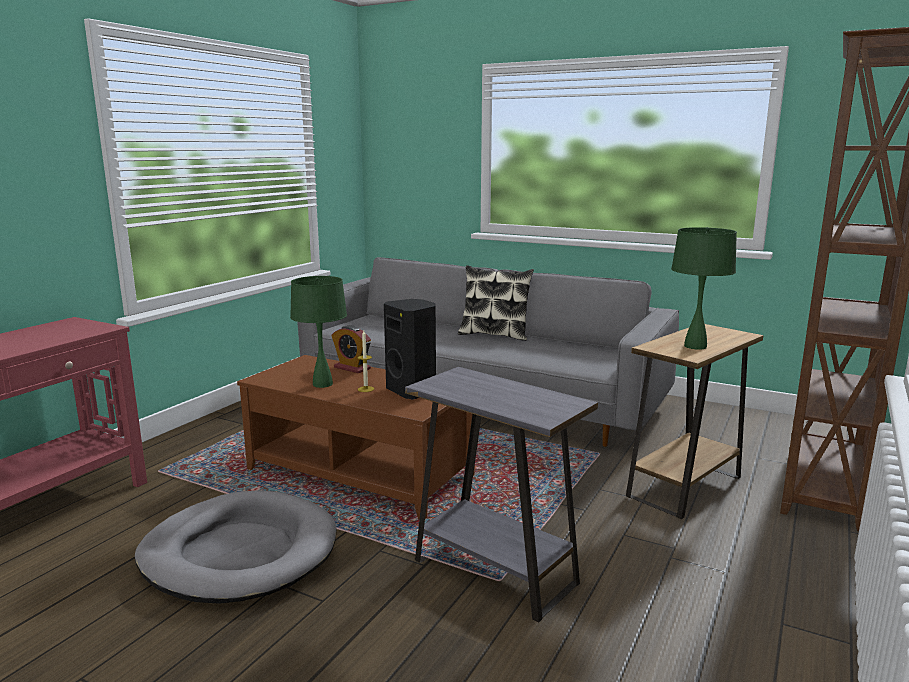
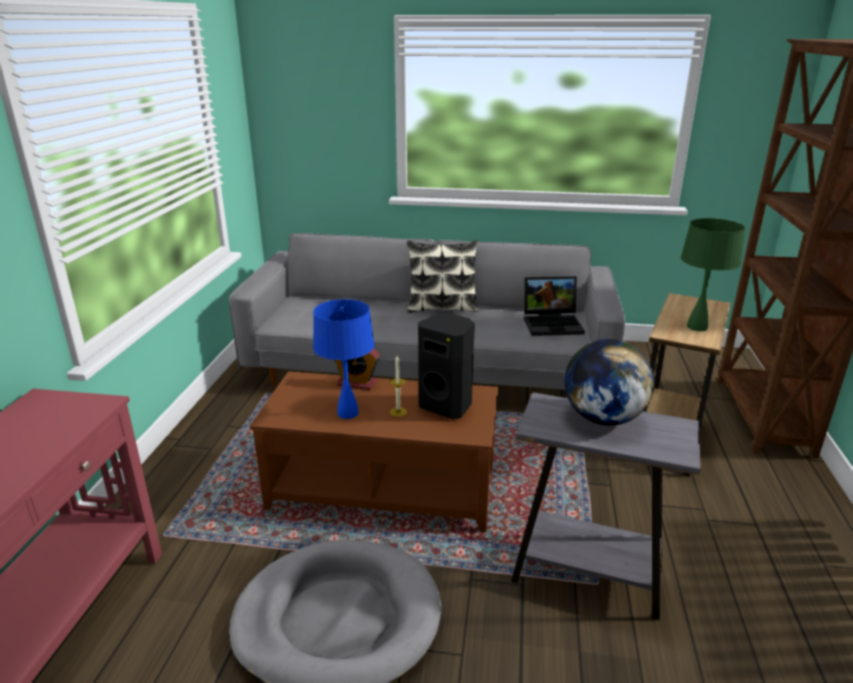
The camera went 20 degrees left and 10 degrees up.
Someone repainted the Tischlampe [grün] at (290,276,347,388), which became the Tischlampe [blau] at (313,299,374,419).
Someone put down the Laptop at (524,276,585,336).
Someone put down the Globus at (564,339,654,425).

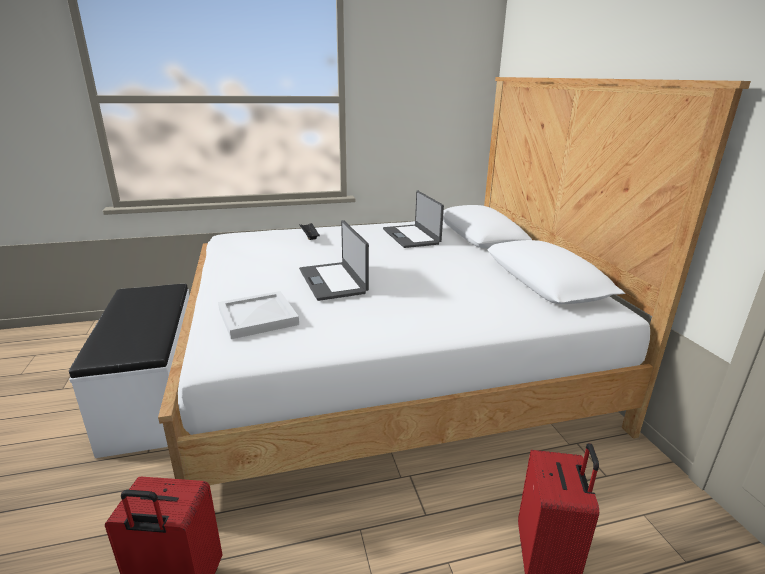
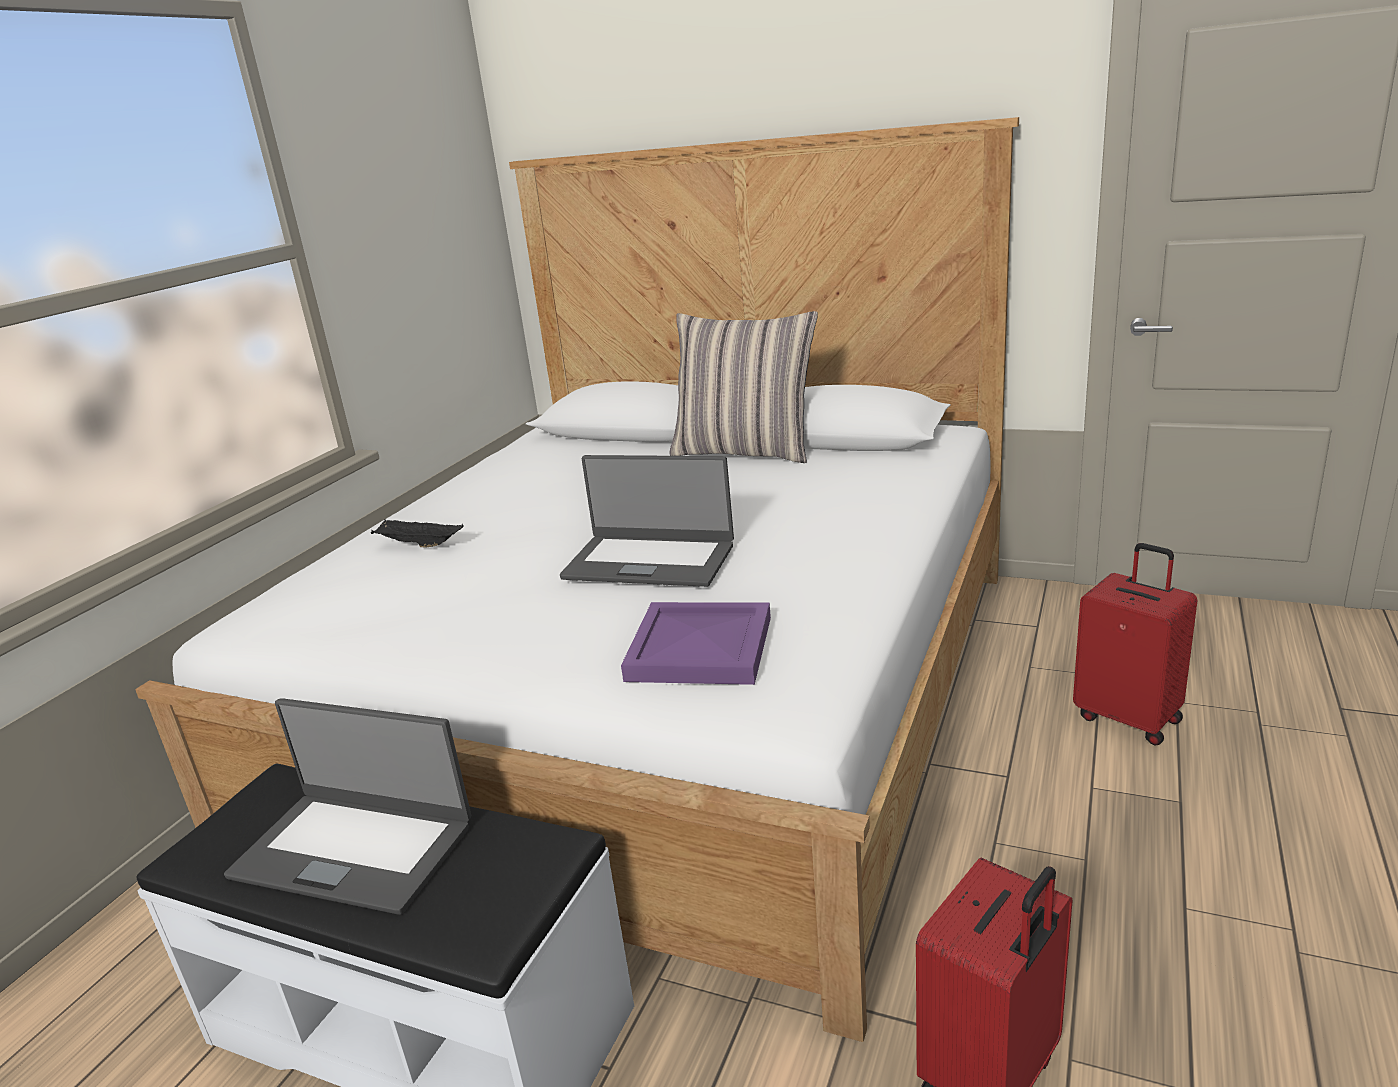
The camera went 50 degrees left and 0 degrees up.
Someone repainted the Tablett [weiß] at (218,291,299,339), which became the Tablett [lila] at (621,602,771,685).
Someone carried the Laptop from (383,191,444,248) to (224,698,471,915).
Someone put down the Kissen at (670,311,818,463).

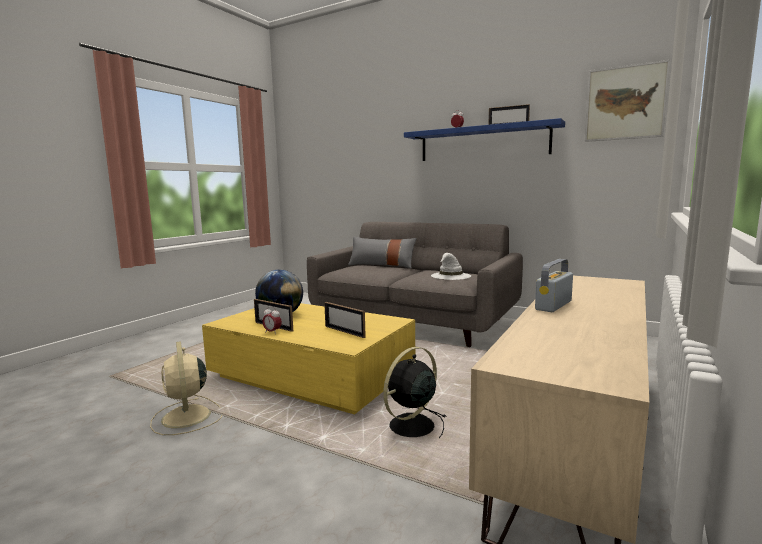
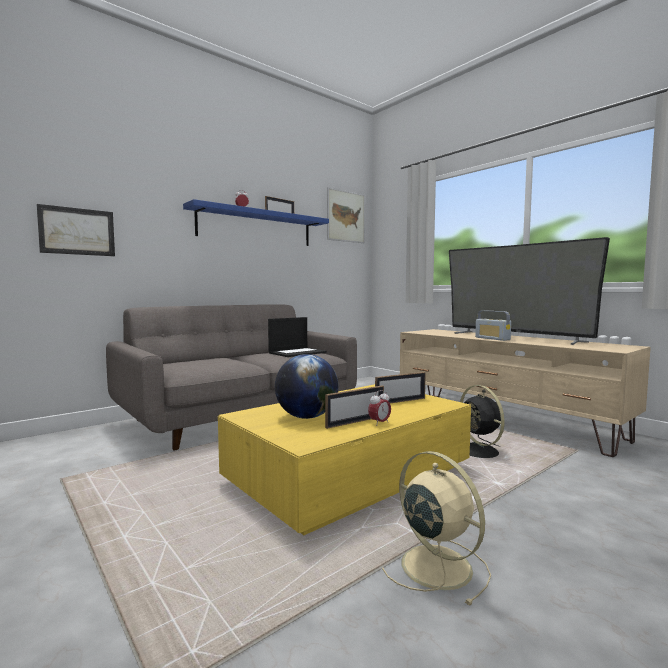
The camera went 70 degrees left and 5 degrees down.
Someone rotated the Ventilator [beige] at (150,341,222,435) by 120 degrees counterclockwise.
Someone took away the Kissen [grau] at (348,237,417,268).
Someone swapped the Hut [weiß] at (431,253,471,280) for the Laptop at (268,317,327,357).
Someone put up the Bild at (37,204,115,256).
Someone put down the Fernseher at (449,237,610,345).

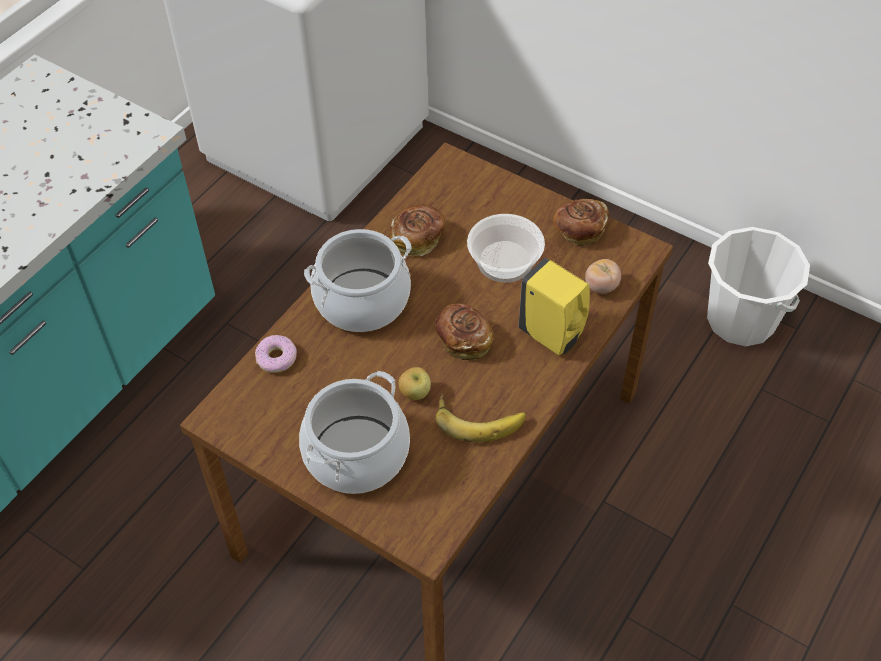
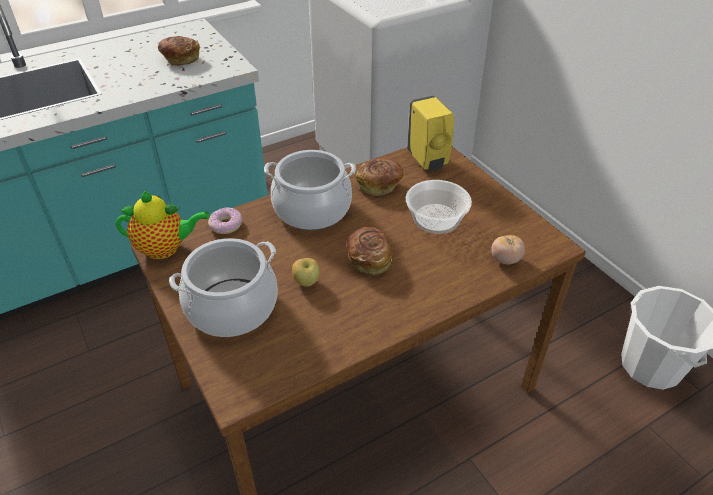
The camera went 25 degrees right and 10 degrees down.
Someone took away the Banane at (436,393,526,442).
Someone carried the Seifenspender [gelb] from (518,258,590,356) to (407,96,454,171).
Someone carried the Brot from (553,199,609,247) to (158,36,200,66).
Someone put down the Teekanne at (116,190,210,259).

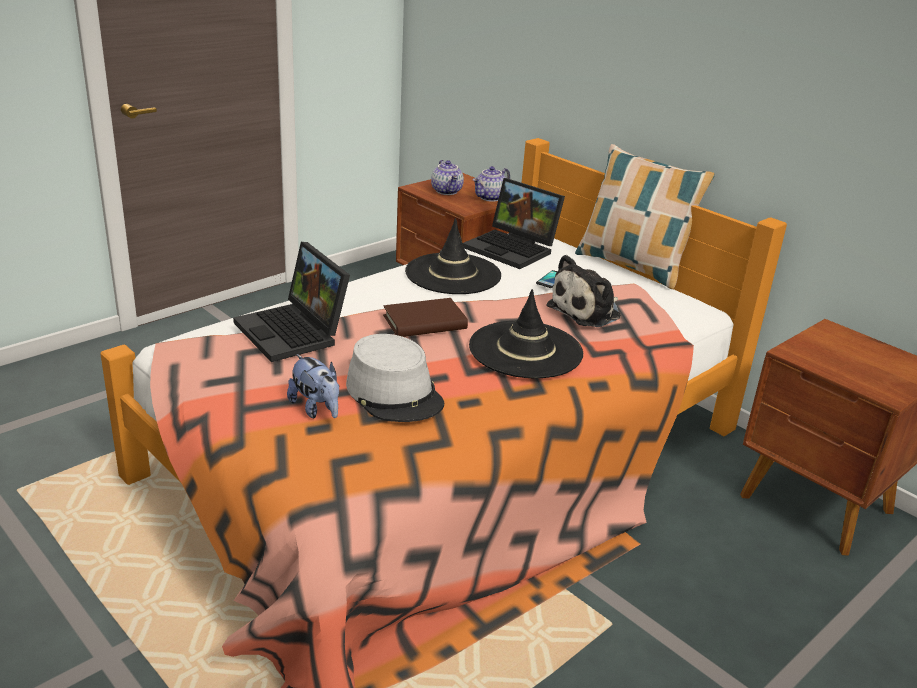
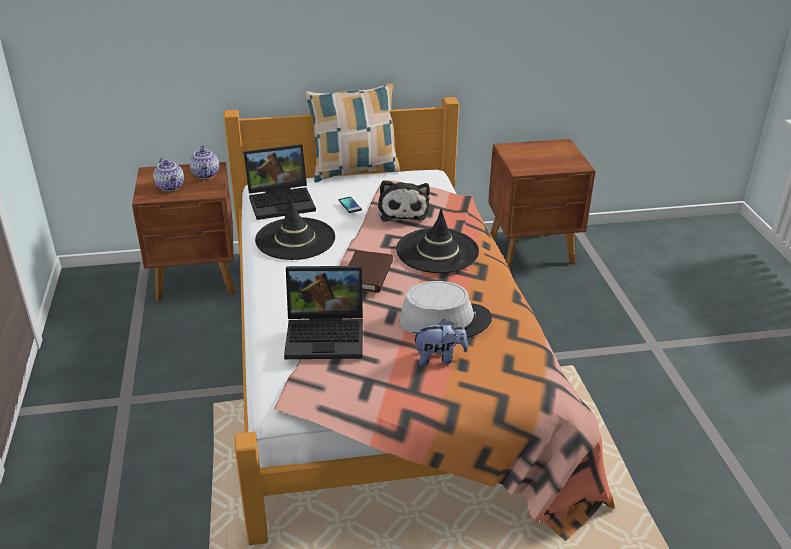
The camera went 55 degrees left and 5 degrees up.
Someone rotated the Teekanne at (431,160,464,195) by 45 degrees clockwise.

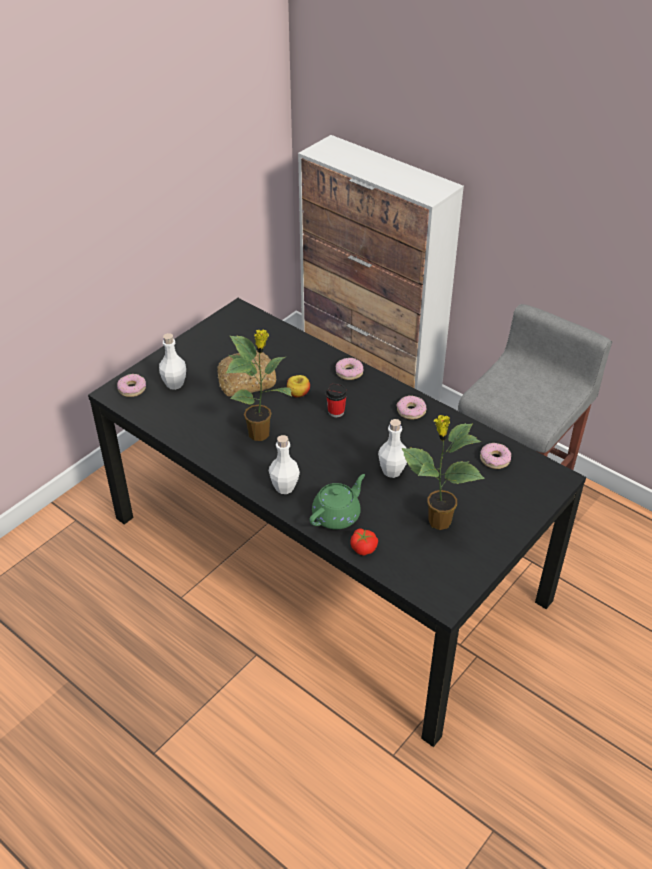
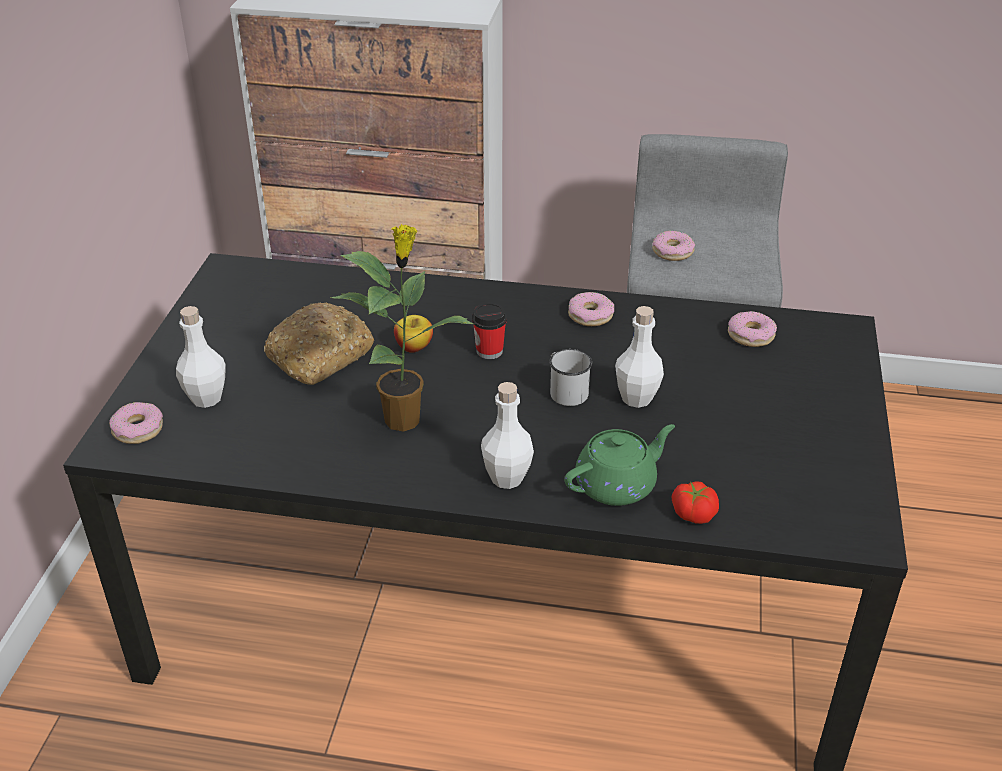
The camera went 30 degrees left and 5 degrees down.
Someone rotated the Teekanne [grün] at (309,474,365,530) by 45 degrees clockwise.
Someone carried the Donut from (336,358,363,380) to (652,231,695,261).
Someone took away the Topfpflanze at (402,415,485,530).
Someone put down the Henkelbecher [weiß] at (550,349,592,406).

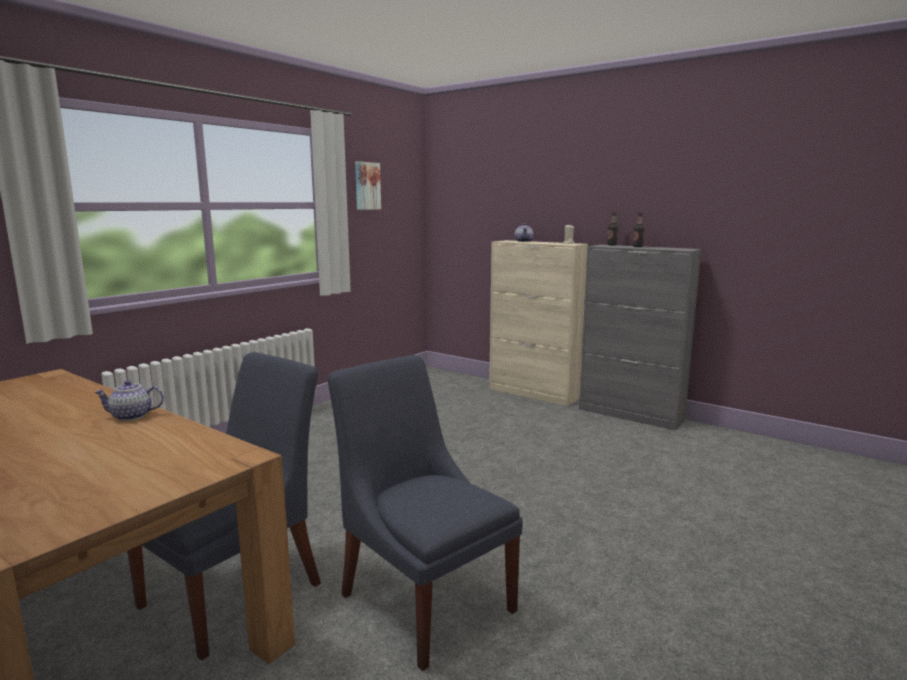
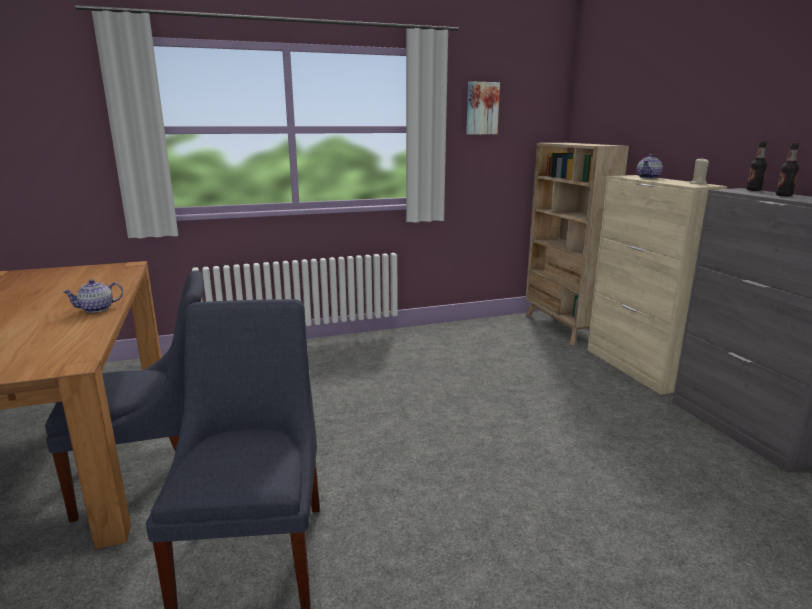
The camera went 35 degrees right and 5 degrees up.
Someone rotated the Teekanne at (94,380,164,421) by 60 degrees counterclockwise.
Someone put down the Bücherregal [beige] at (525,143,629,345).

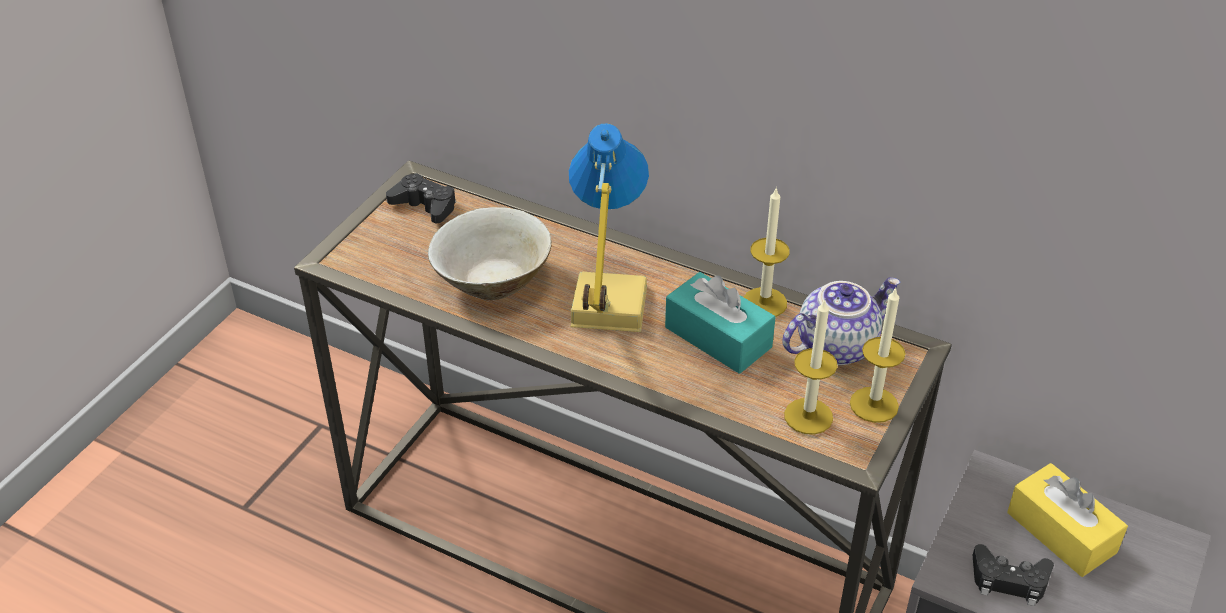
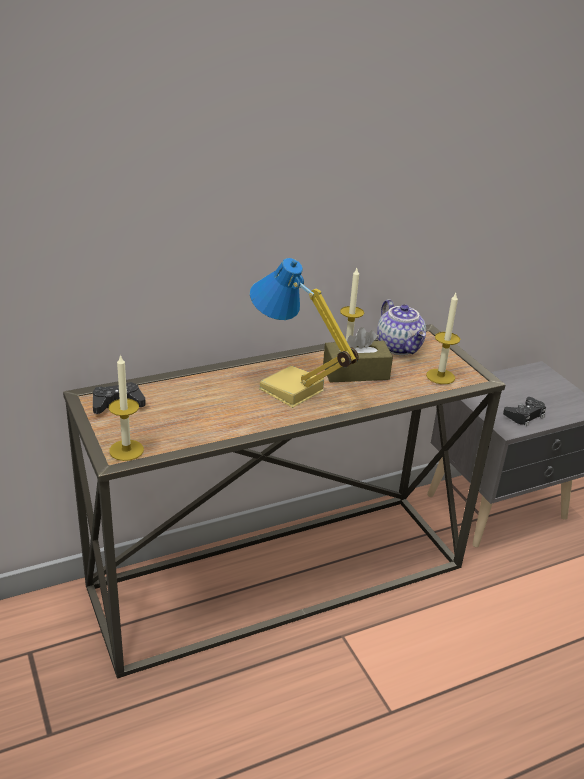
The camera went 55 degrees left and 10 degrees down.
Someone took away the Schüssel [beige] at (428,207,552,300).
Someone repainted the Taschentuchbox [türkis] at (665,272,776,374), which became the Taschentuchbox [braun] at (323,327,393,383).
Someone rotated the Teekanne at (783,277,901,365) by 150 degrees clockwise.
Someone carried the Kerze from (850,287,906,423) to (109,354,144,461).
Someone took away the Taschentuchbox [gelb] at (1007,463,1128,577).

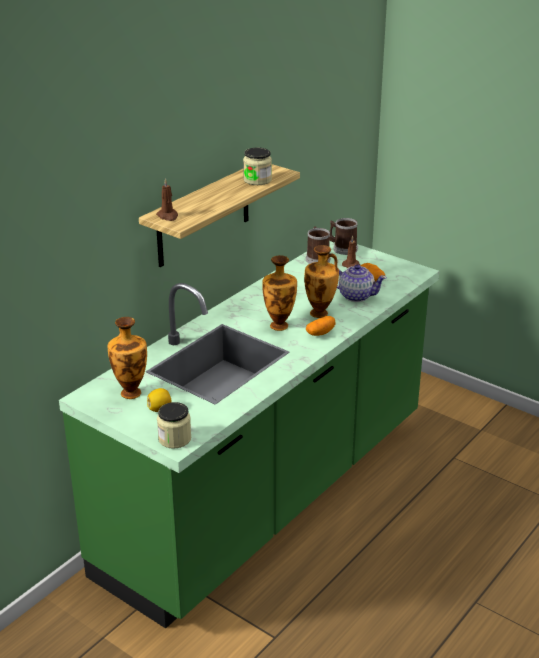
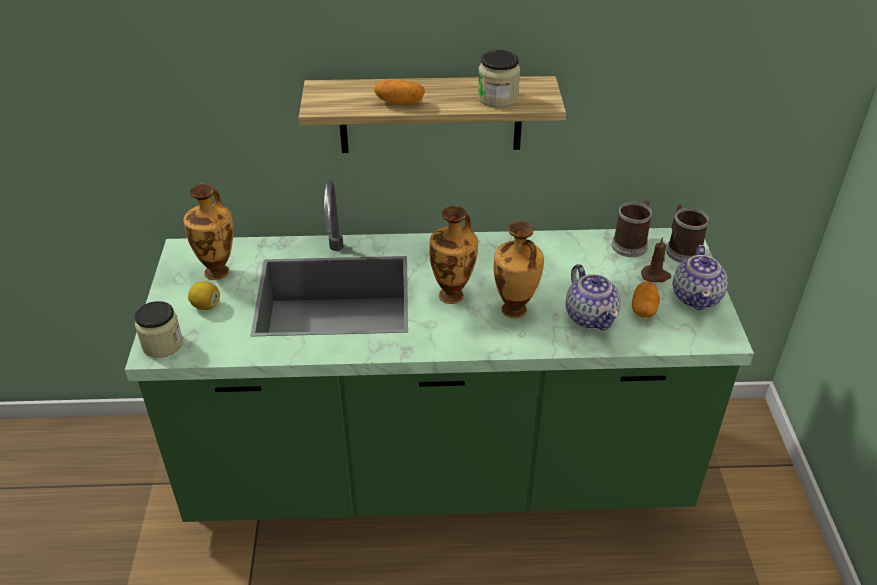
The camera went 50 degrees right and 10 degrees up.
Someone took away the Kerze [braun] at (156,178,178,221).
Someone carried the Kartoffel from (306,316,336,336) to (374,80,425,105).
Someone put down the Teekanne at (673,245,728,311).

